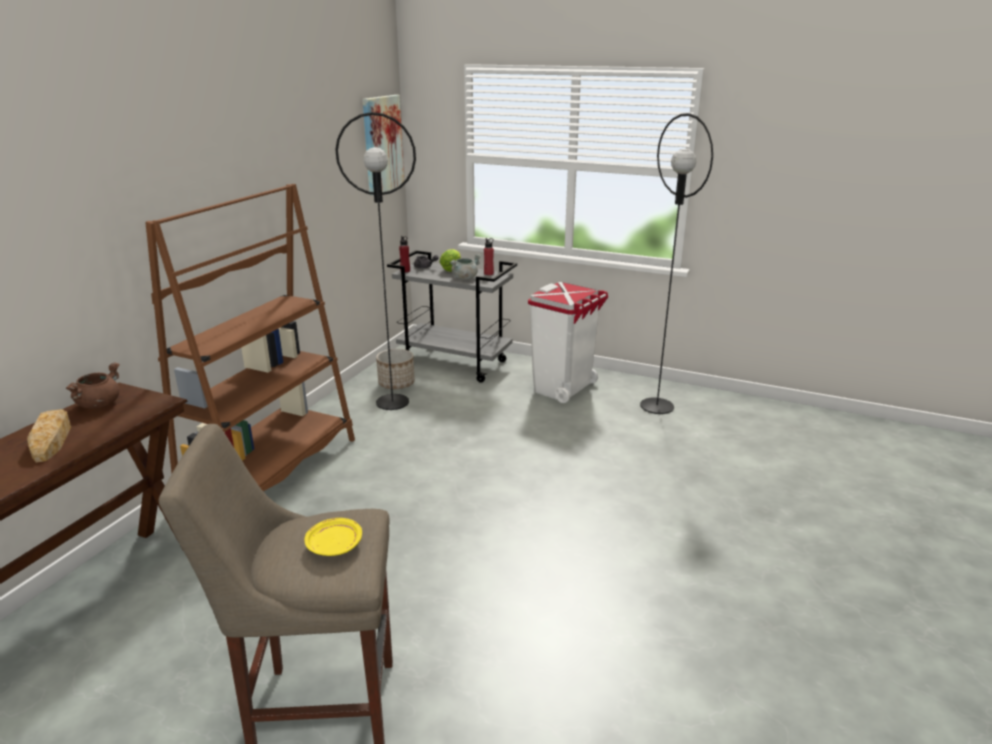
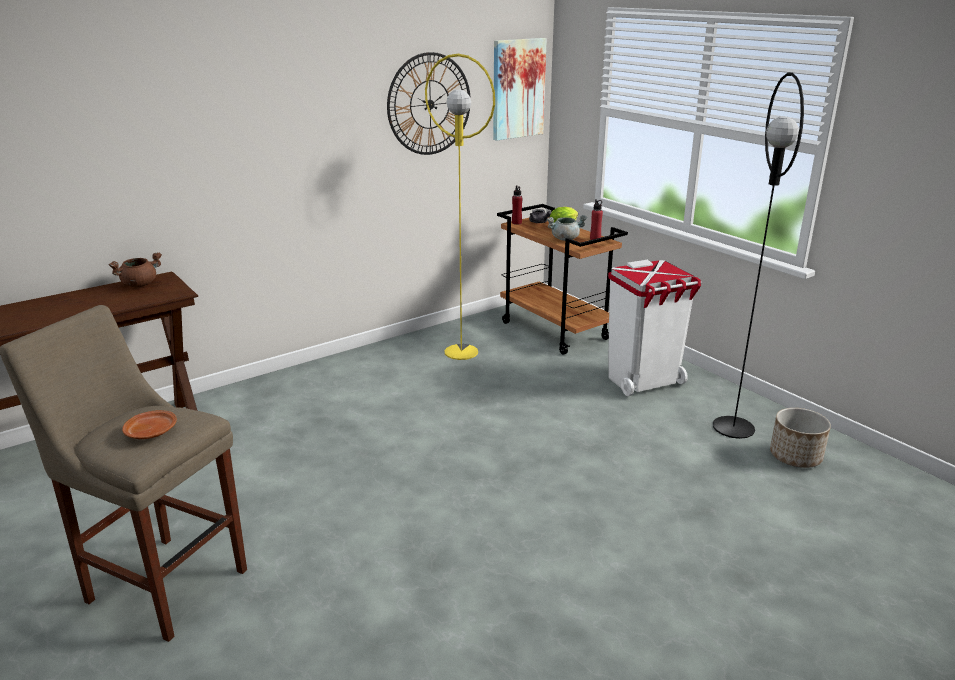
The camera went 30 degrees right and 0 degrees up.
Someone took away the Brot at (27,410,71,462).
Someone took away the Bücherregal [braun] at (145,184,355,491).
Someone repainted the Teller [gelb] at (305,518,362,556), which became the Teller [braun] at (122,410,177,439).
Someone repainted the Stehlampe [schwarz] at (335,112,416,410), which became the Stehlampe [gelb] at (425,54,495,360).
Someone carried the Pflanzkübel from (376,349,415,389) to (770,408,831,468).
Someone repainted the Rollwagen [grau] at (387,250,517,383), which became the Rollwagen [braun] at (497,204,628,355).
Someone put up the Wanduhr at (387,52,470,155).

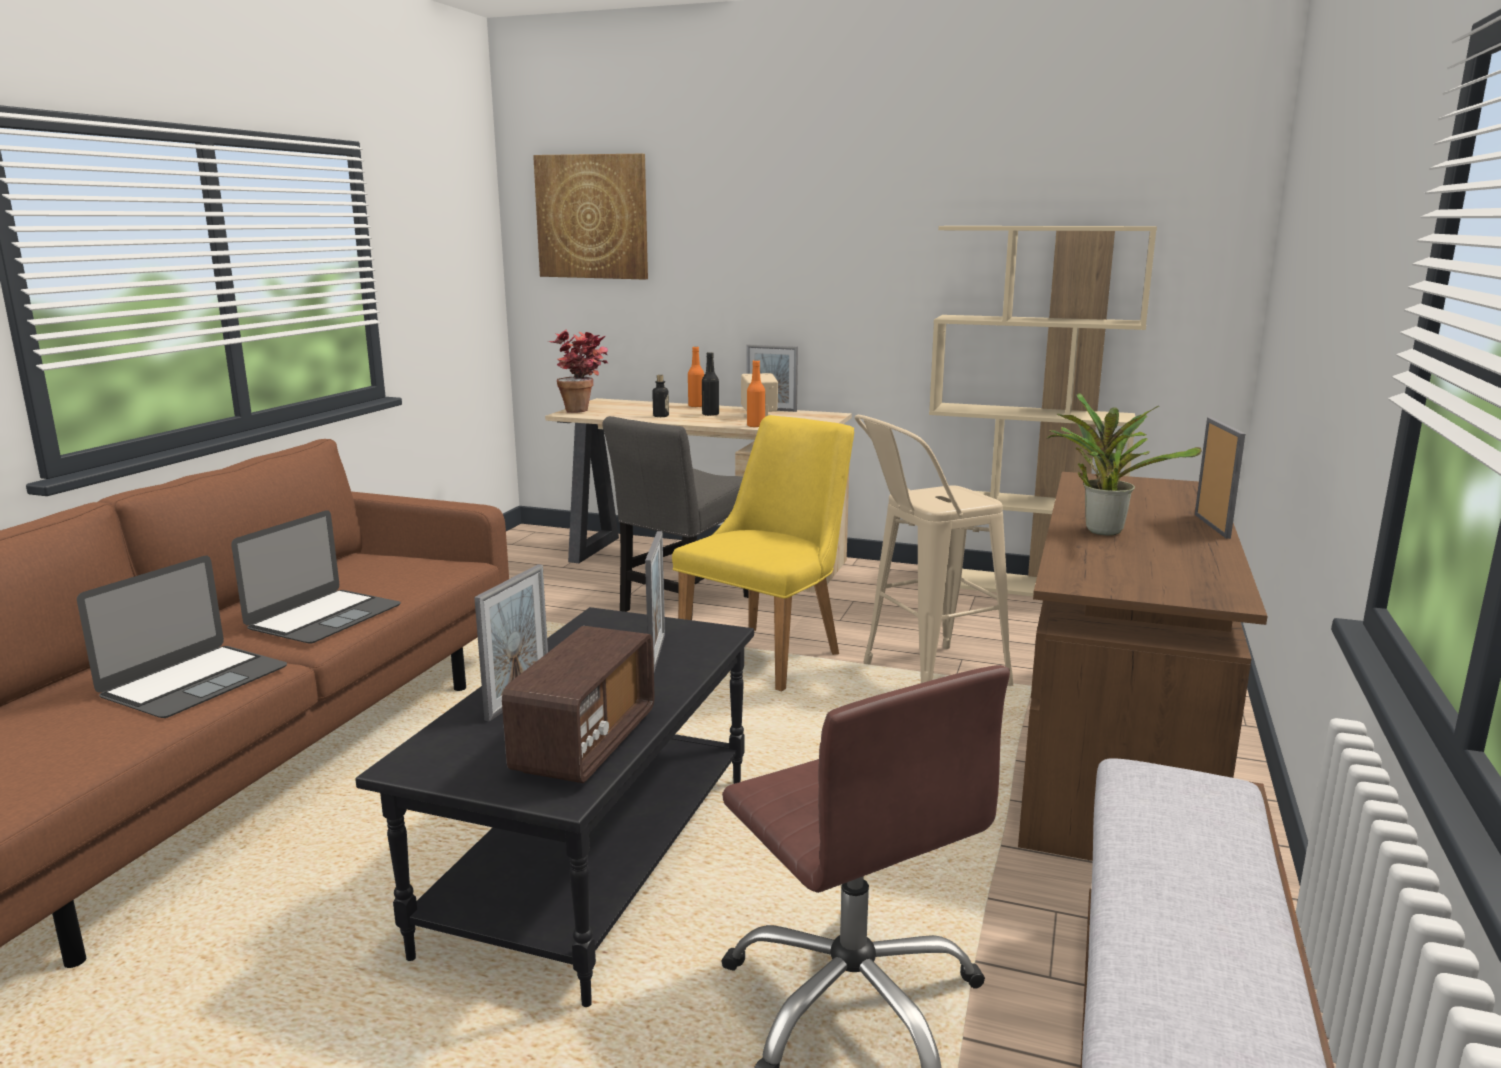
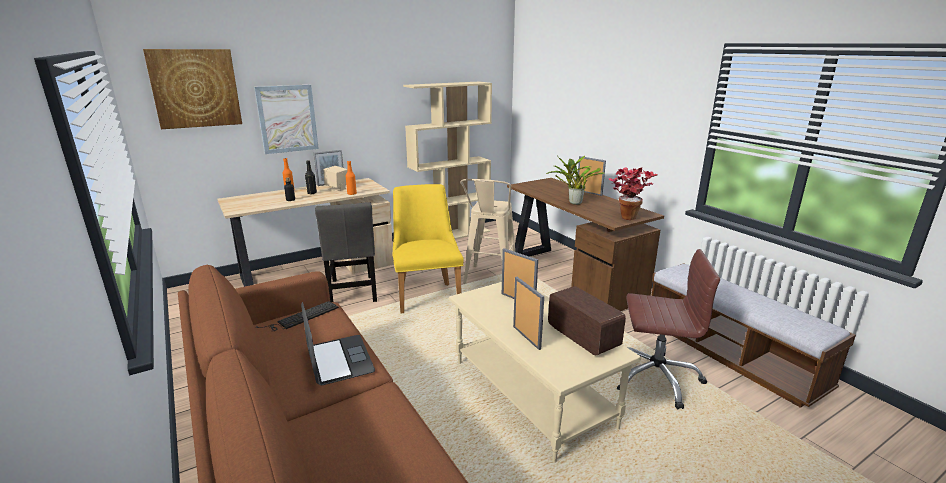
The camera went 50 degrees left and 5 degrees up.
Someone took away the Laptop at (77,556,287,718).
Someone repainted the Couchtisch [schwarz] at (355,607,754,1007), which became the Couchtisch [beige] at (449,282,641,463).
Someone carried the Topfpflanze from (549,329,608,413) to (609,167,658,220).
Someone put up the Bild at (254,85,319,154).
Someone put down the Tastatur at (256,301,339,332).

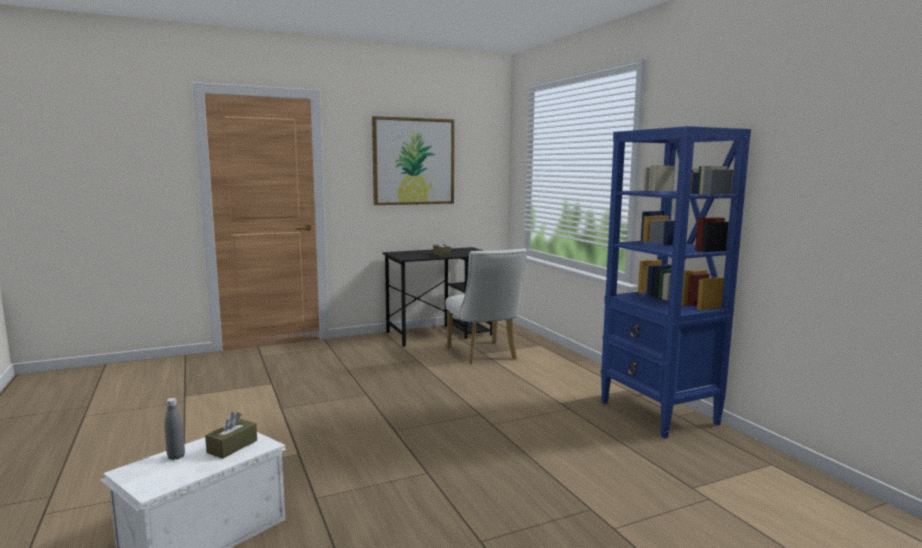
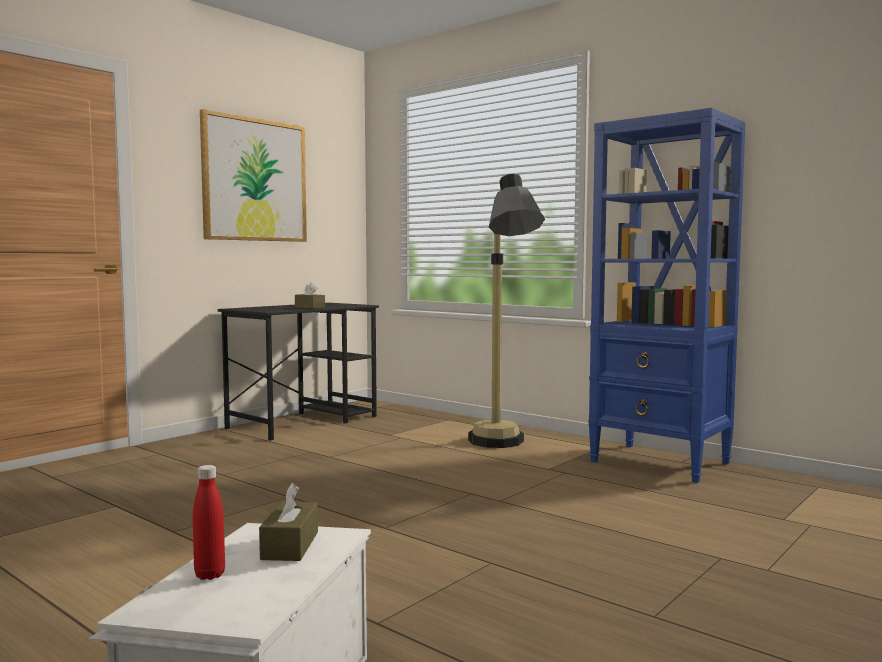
The camera went 25 degrees left and 5 degrees down.
Someone repainted the Flasche [grau] at (165,398,185,460), which became the Flasche [rot] at (193,465,225,580).
Someone took away the Stuhl [weiß] at (445,248,527,364).
Someone put down the Stehlampe at (468,174,545,448).

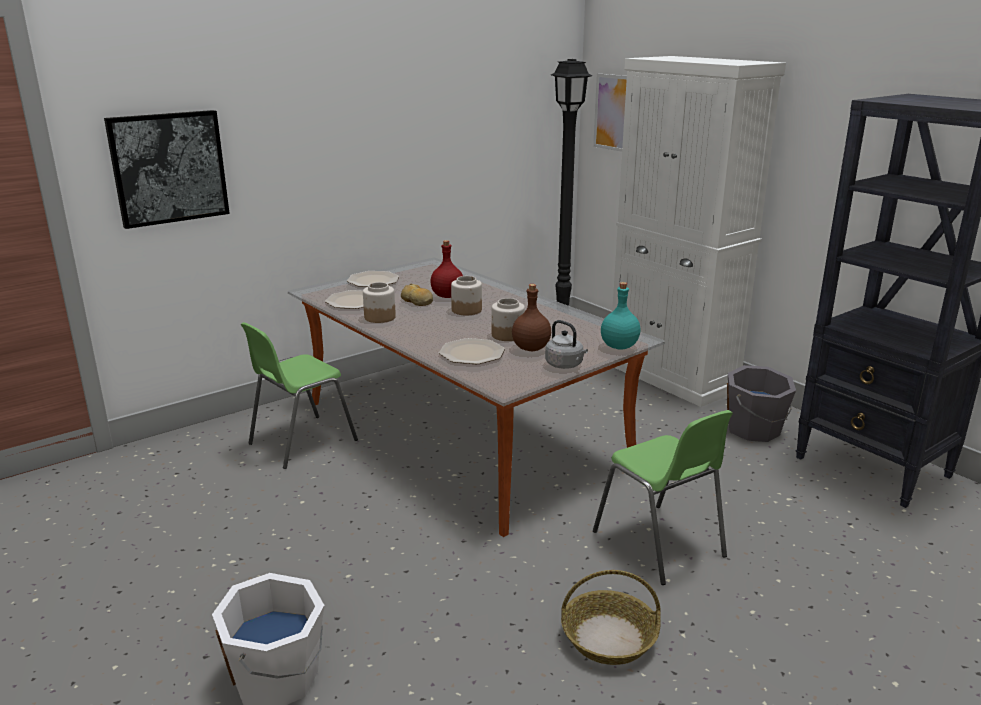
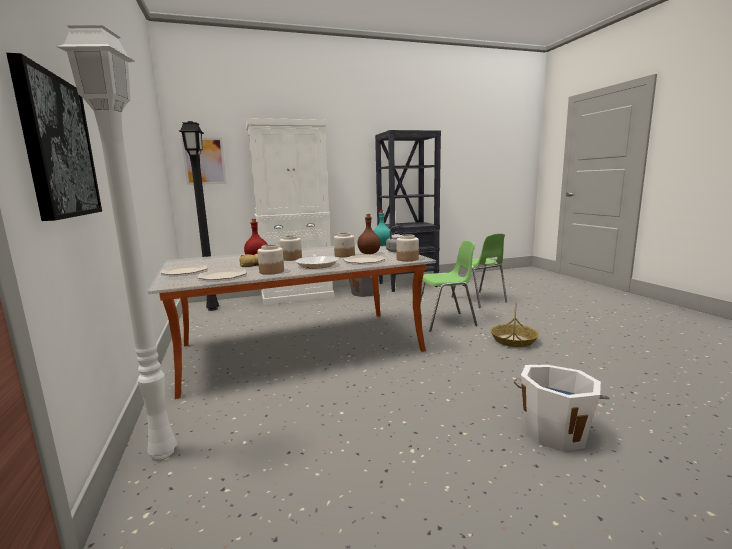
The camera went 70 degrees left and 10 degrees down.
Someone carried the Stuhl [grün] from (241,322,358,469) to (452,233,507,308).
Someone put down the Stehlampe [weiß] at (56,25,177,460).
Someone put down the Pfanne at (295,253,338,269).
Someone put down the Vorratsglas at (396,235,419,261).

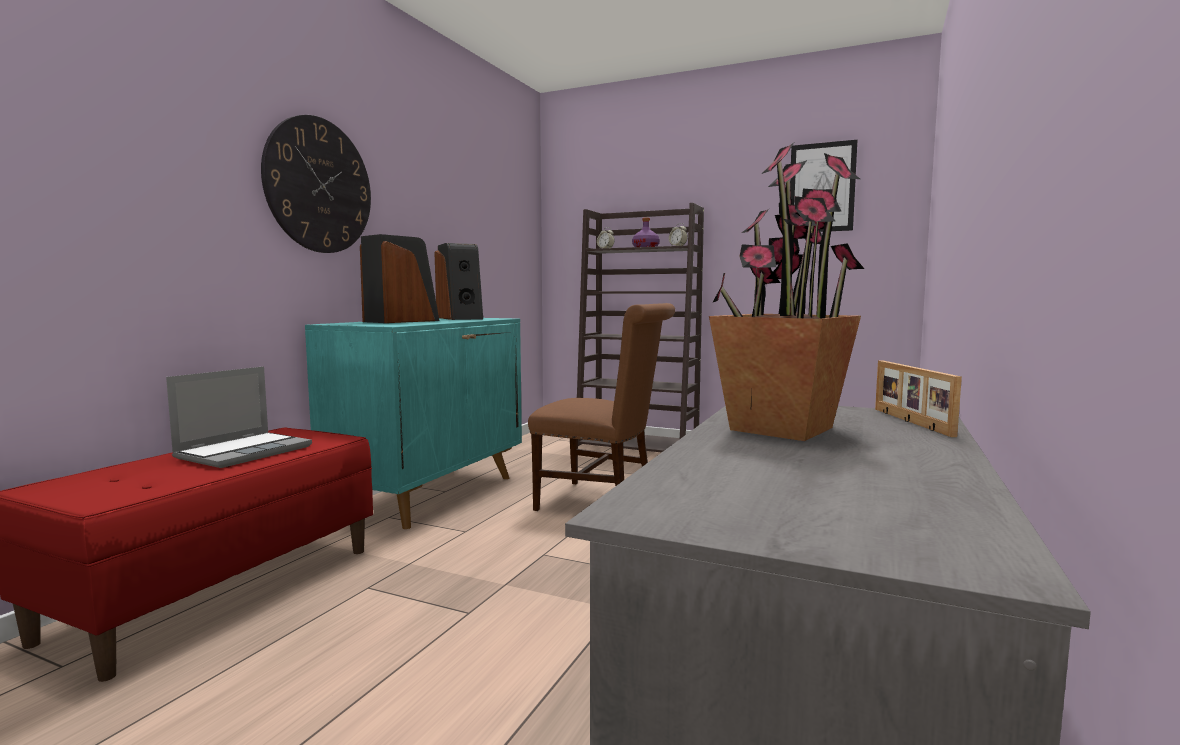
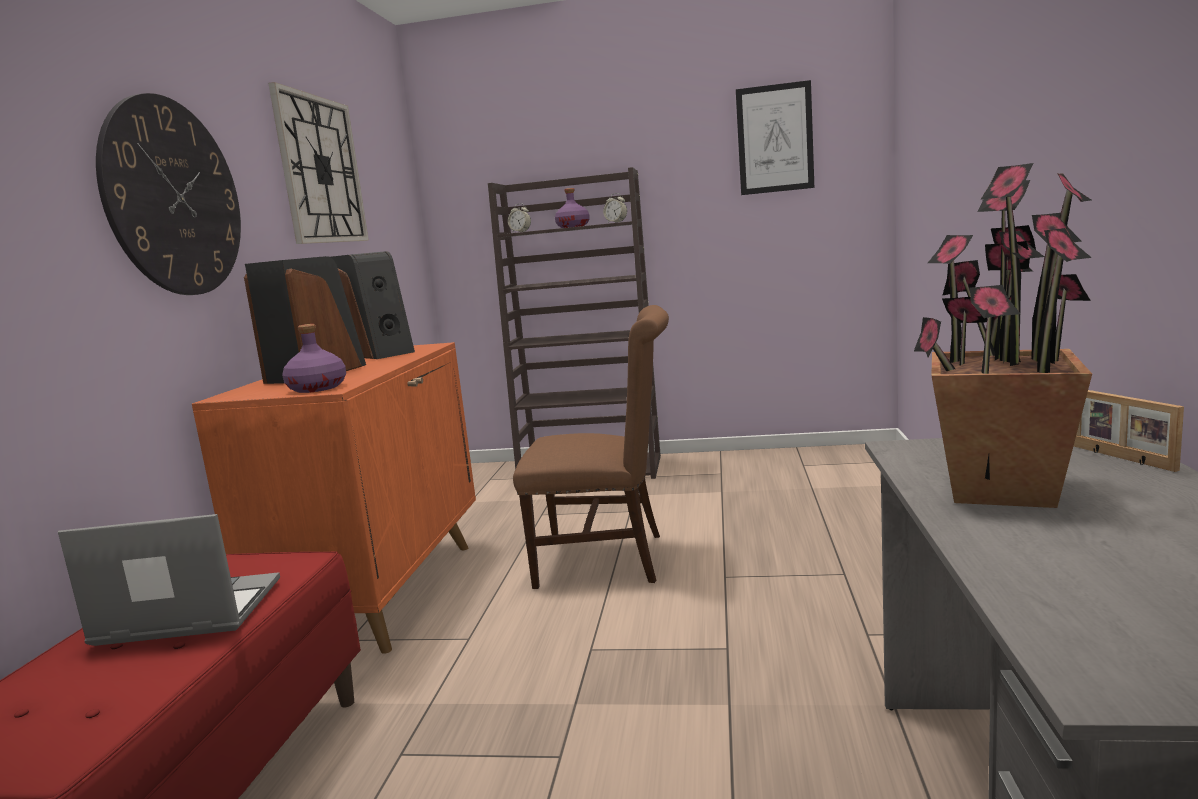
The camera went 15 degrees left and 5 degrees up.
Someone rotated the Laptop at (166,366,312,468) by 105 degrees counterclockwise.
Someone repainted the Schrank [türkis] at (305,318,522,529), which became the Schrank [orange] at (192,342,476,654).
Someone put up the Wanduhr at (268,82,369,244).
Someone put down the Flasche [lila] at (282,324,346,393).

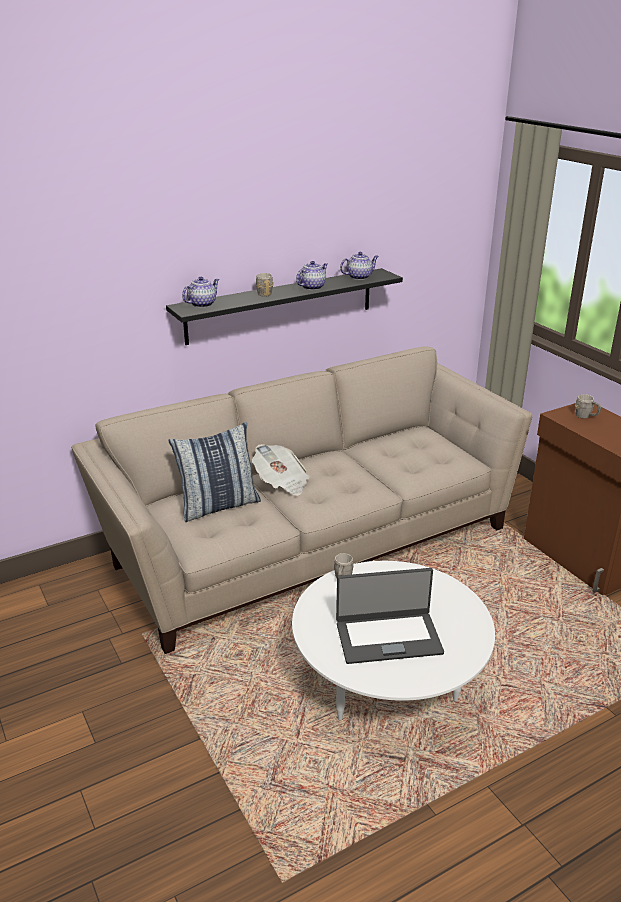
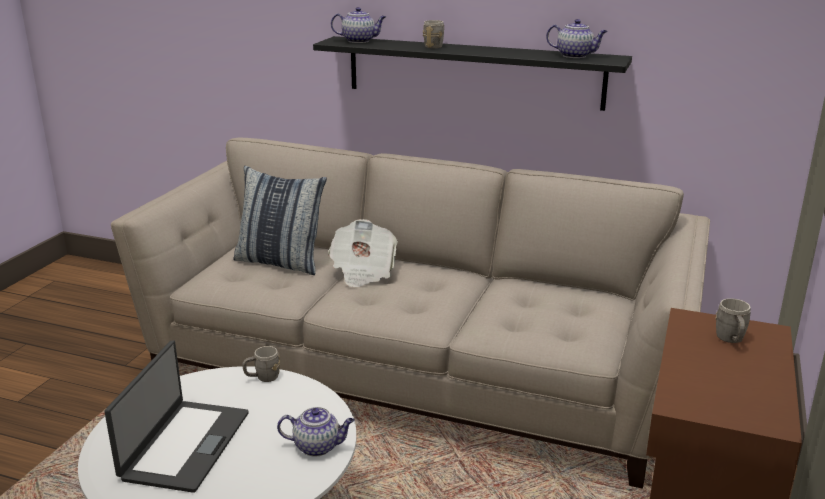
The camera went 50 degrees right and 5 degrees down.
Someone carried the Teekanne from (296,261,328,290) to (277,407,355,456).
Someone rotated the Laptop at (336,568,444,664) by 120 degrees counterclockwise.

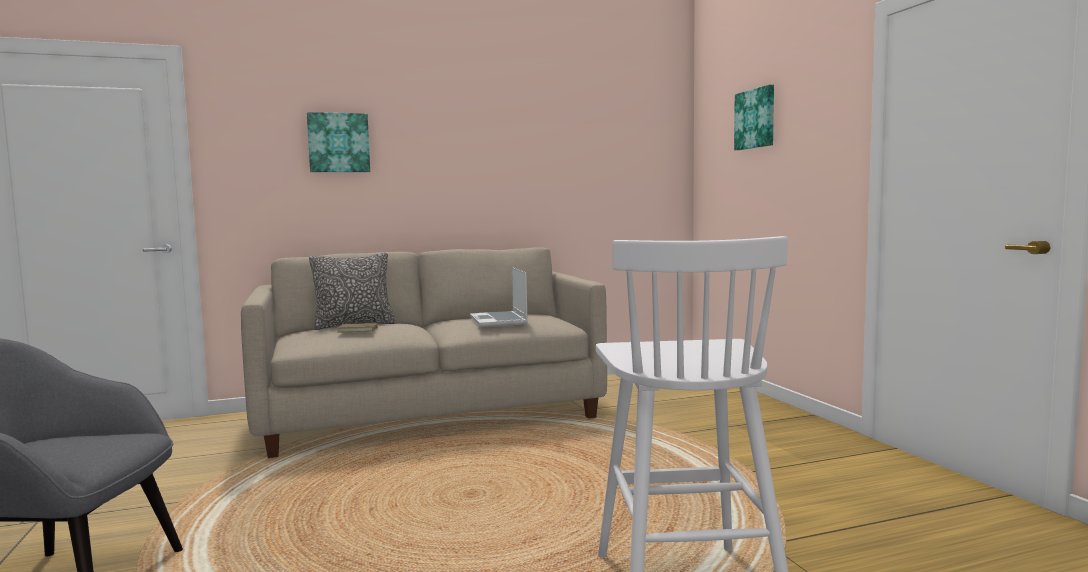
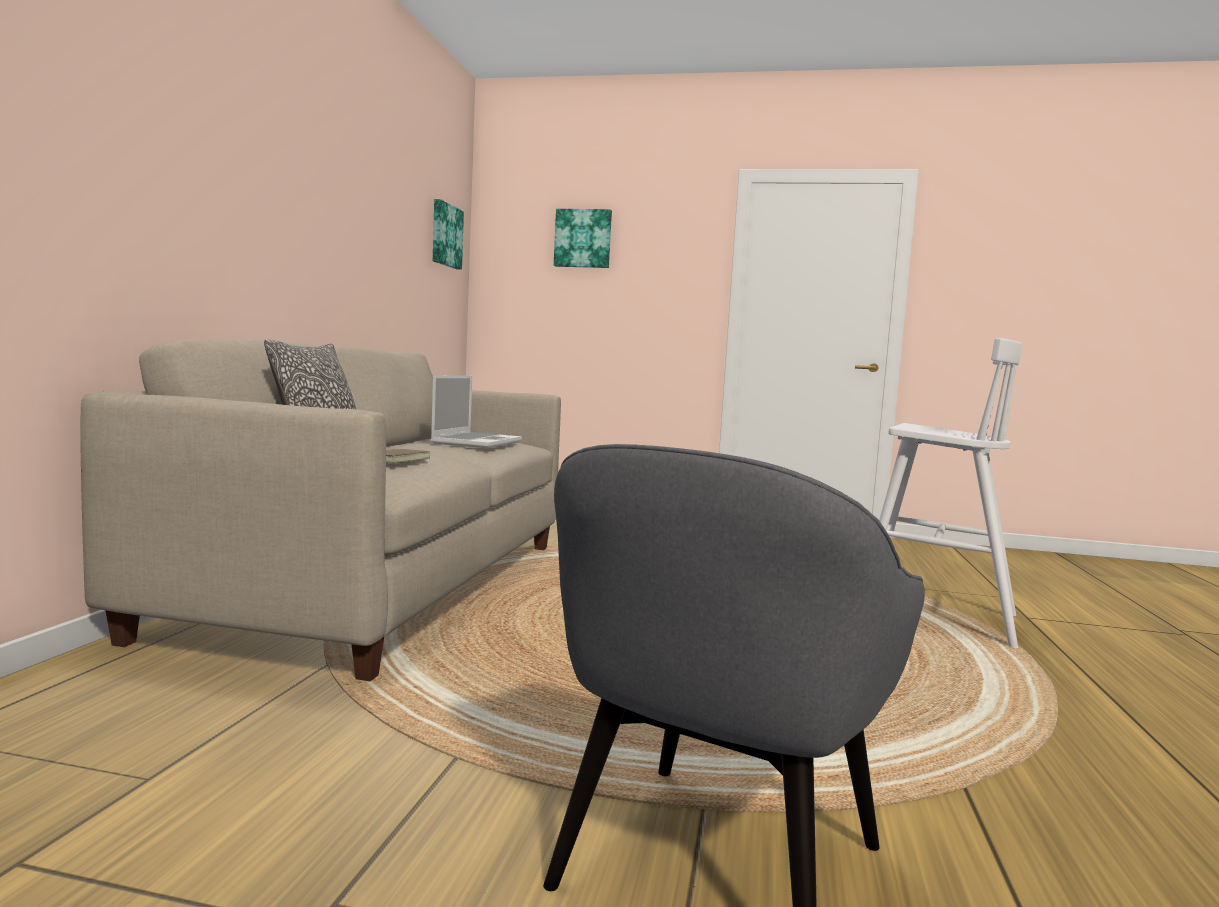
The camera went 60 degrees left and 0 degrees up.
Someone carried the Bild from (307,112,370,172) to (433,199,464,270).
Someone rotated the Laptop at (470,267,528,327) by 90 degrees counterclockwise.

